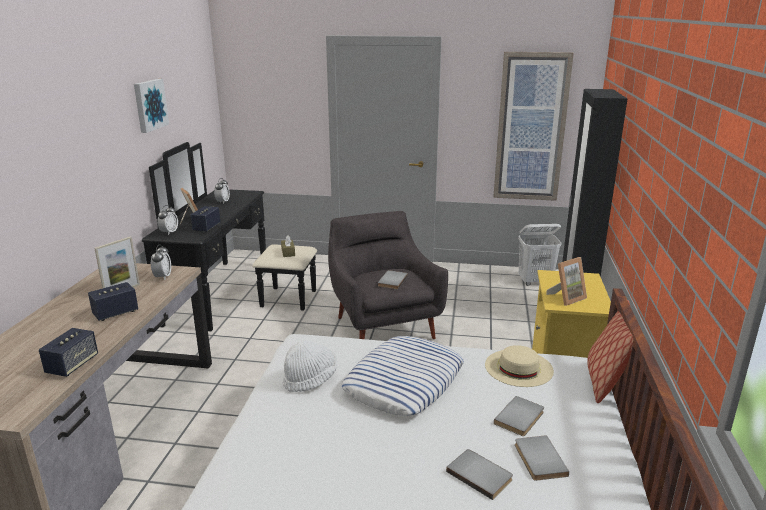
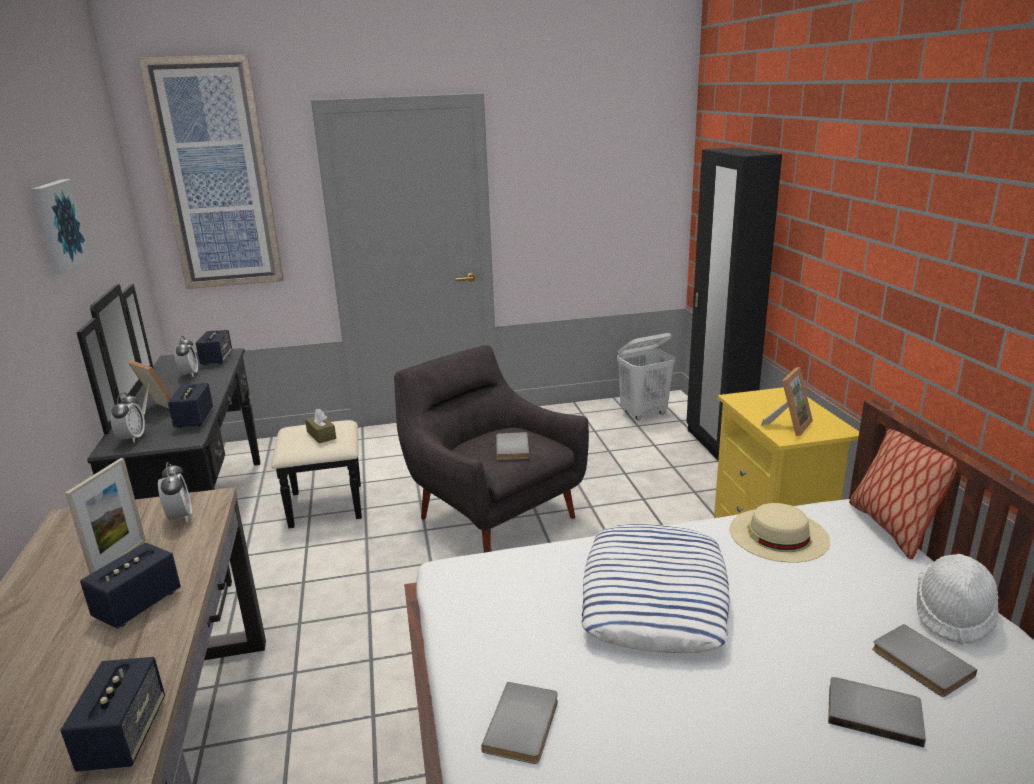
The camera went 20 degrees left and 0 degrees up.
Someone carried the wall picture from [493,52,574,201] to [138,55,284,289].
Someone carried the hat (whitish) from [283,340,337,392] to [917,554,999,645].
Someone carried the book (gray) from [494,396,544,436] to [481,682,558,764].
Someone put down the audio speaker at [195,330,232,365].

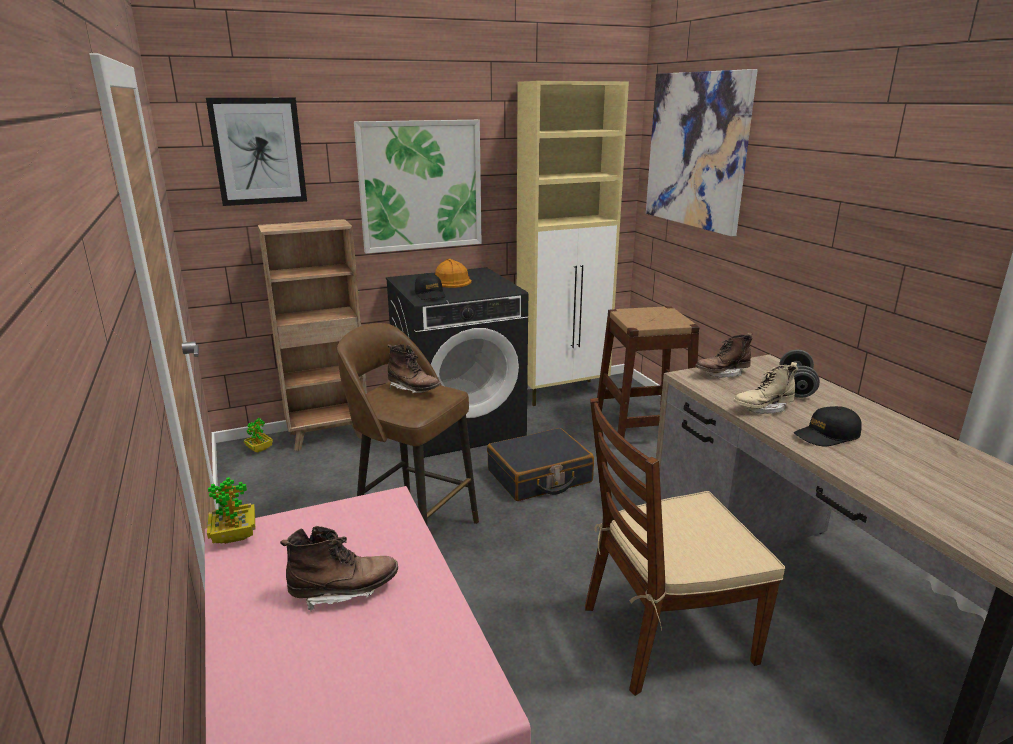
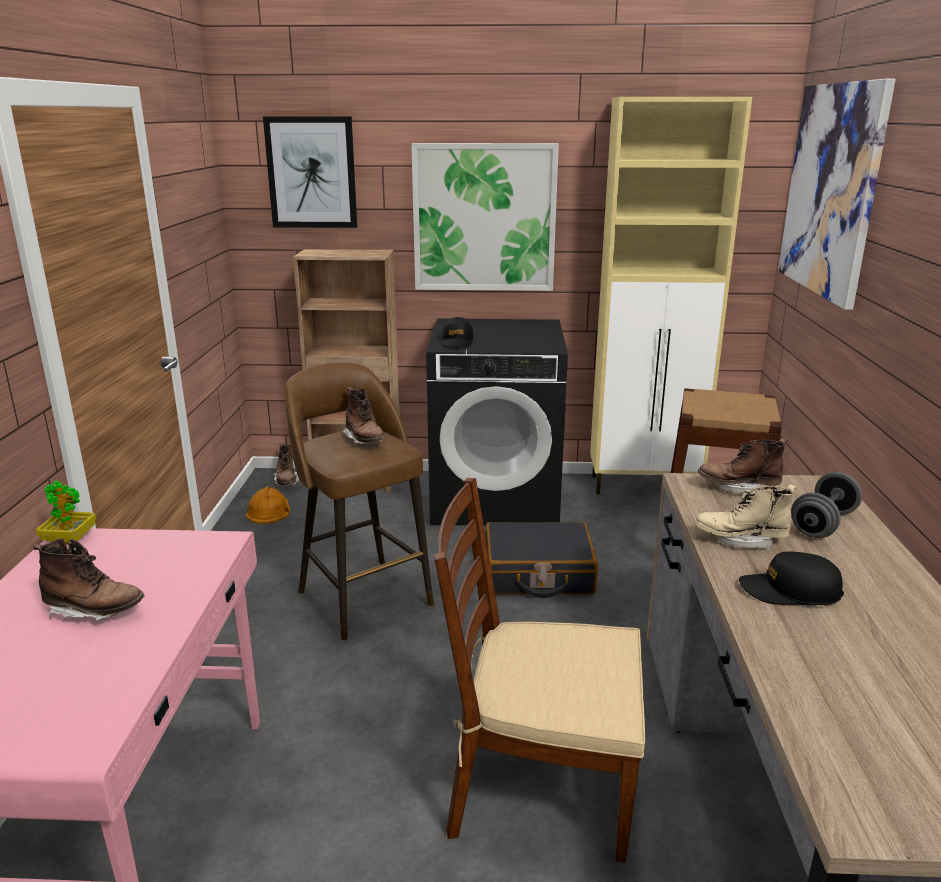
The camera went 25 degrees right and 0 degrees up.
Someone carried the hard hat (orangey) from [435,259,471,288] to [246,487,290,524].
Someone swapped the plant in a pot at [244,418,273,453] for the boot (brownish) at [273,443,299,486].

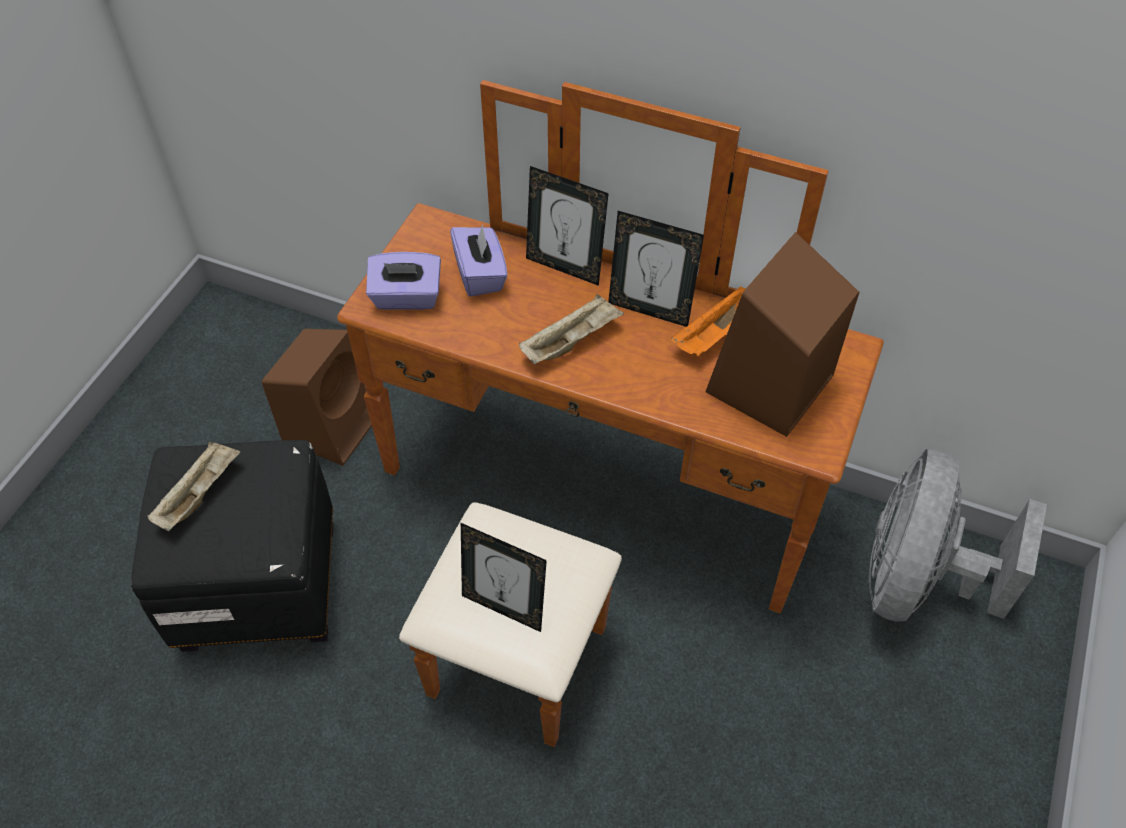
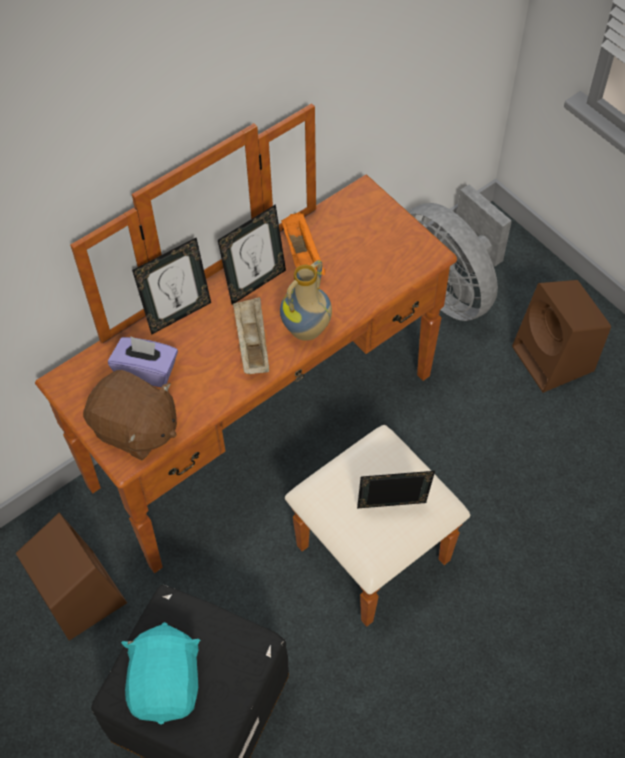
The camera went 60 degrees left and 5 degrees up.
Someone carried the audio speaker (brownish) from [705,232,859,437] to [512,280,611,393].
Someone swapped the tissue box (purplish) at [366,252,441,310] for the plush toy (brownish) at [83,370,177,460].
Someone swapped the carrying tray (beige) at [148,442,240,531] for the plush toy (blue-green) at [121,622,200,724].
Someone rotated the photo frame at [461,523,547,632] by 150 degrees counterclockwise.
Someone put down the flower vase at [280,260,332,341].

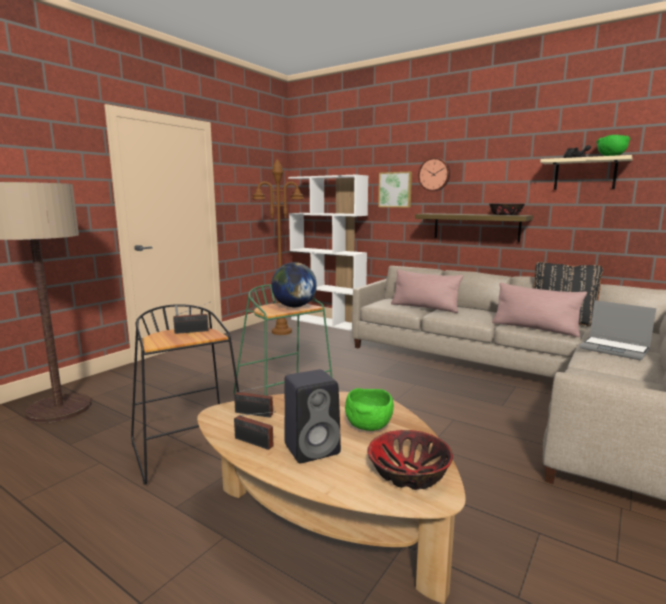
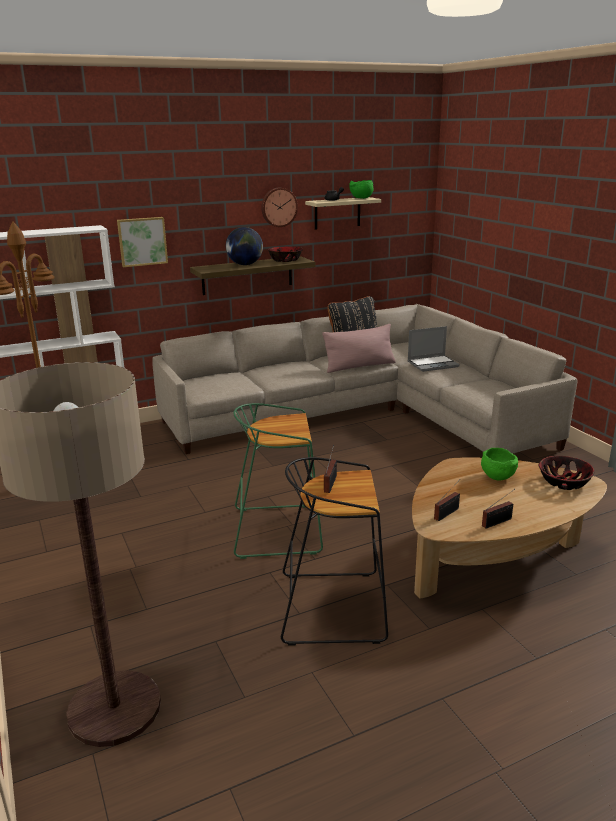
The camera went 60 degrees left and 10 degrees up.
Someone carried the hanging clock from [418,158,450,191] to [261,188,298,227].
Someone carried the globe from [271,262,317,307] to [226,227,263,265].
Someone took away the cushion (pink-coloured) at [391,269,463,313].
Someone took away the audio speaker (blackish) at [284,369,341,463].

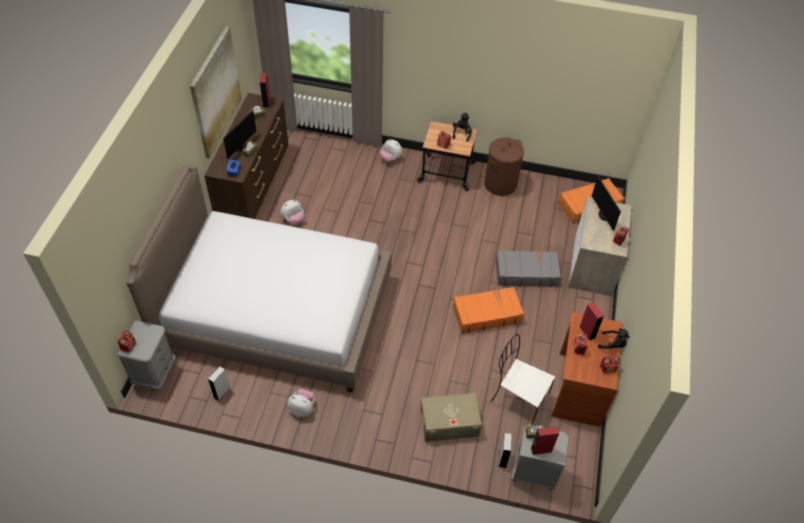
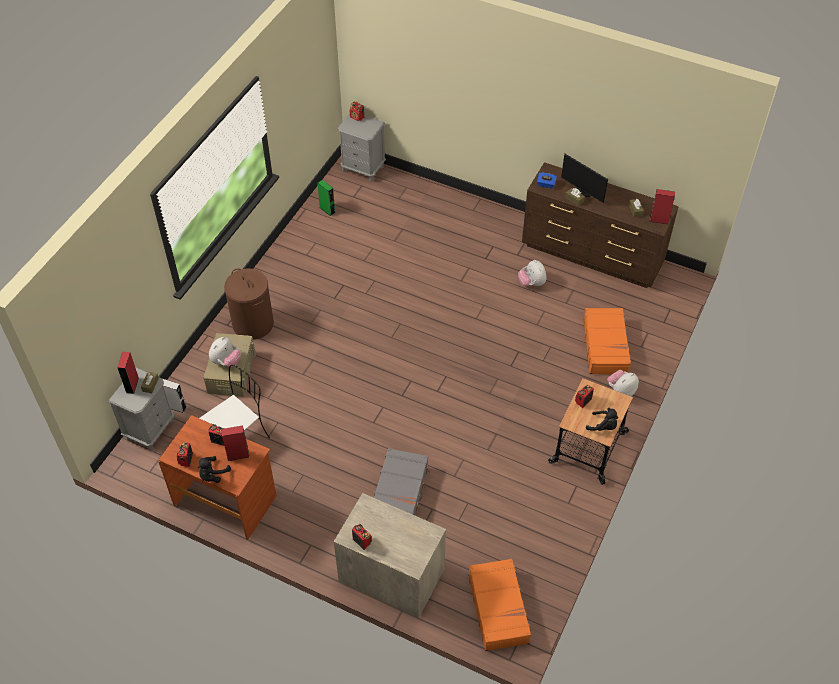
The camera went 105 degrees right and 0 degrees up.
Someone took away the wall picture at [190,26,242,159].
Someone carried the hamper (brownish) from [484,137,524,196] to [224,268,274,339].
Someone took away the sleeping bed at [126,164,392,393].
Someone took away the computer screen at [592,176,621,231].
Someone carried the piece of luggage (orangey) from [453,287,524,334] to [584,308,631,374].
Someone repainted the audio speaker (gray) at [208,366,230,401], which became the audio speaker (greenish) at [317,180,335,216].
Someone carried the plush toy from [287,389,315,417] to [209,337,241,367].

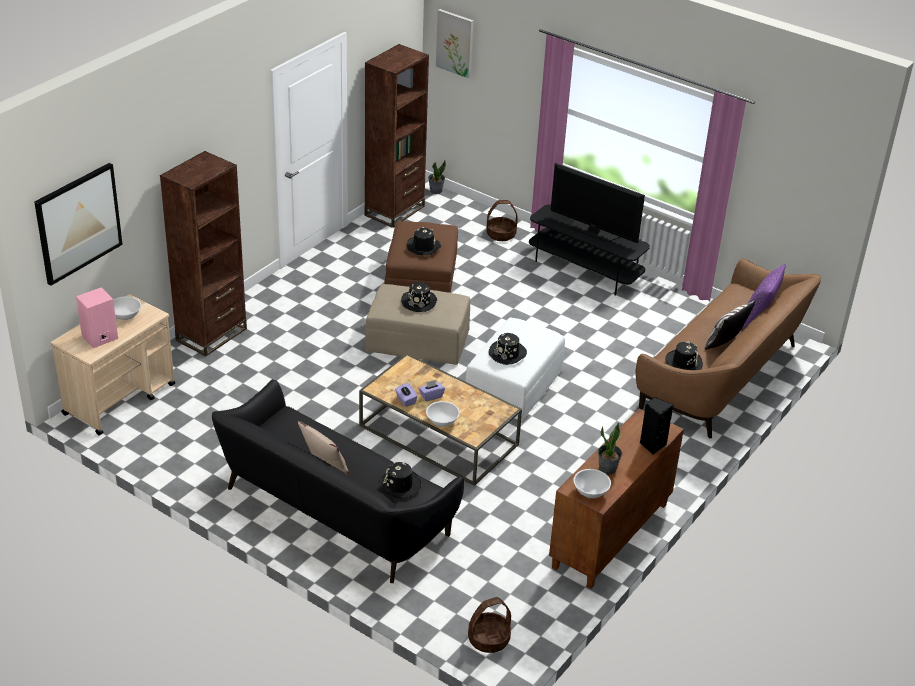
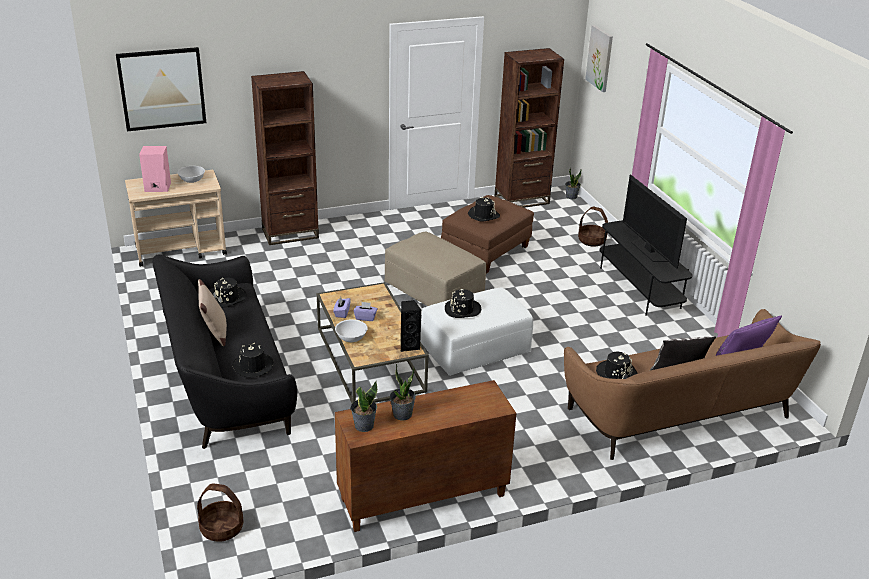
The camera went 35 degrees right and 5 degrees down.
Someone carried the hat (blackish) from [401,282,437,312] to [211,278,247,308].
Someone carried the audio speaker (blackish) from [640,397,673,455] to [401,300,421,352].
Someone swapped the deep dish (whitish) at [573,469,611,498] for the plant in a pot at [350,381,377,432].

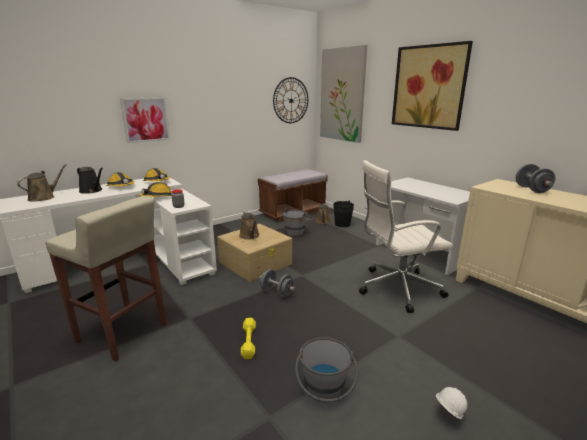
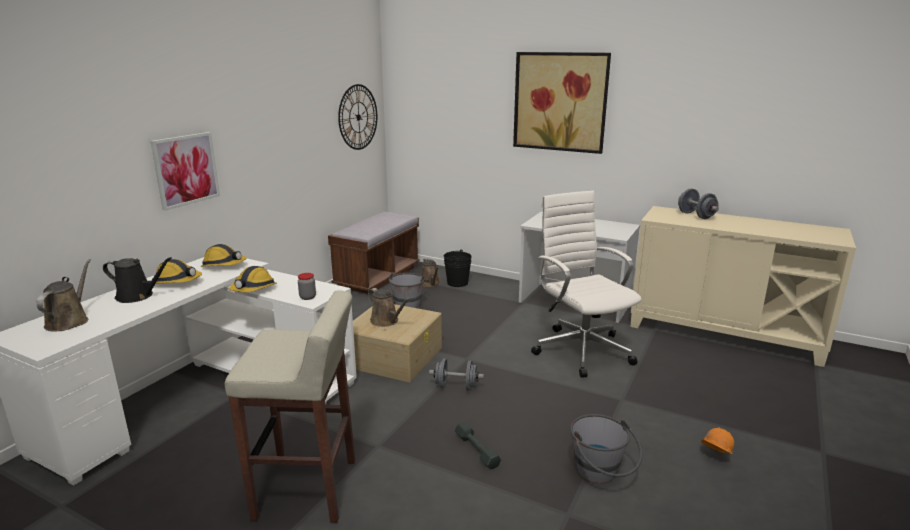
The camera went 25 degrees left and 0 degrees up.
Someone took away the wall picture at [320,45,367,143].
Someone rotated the desk chair (whitish) at [359,160,453,313] by 105 degrees clockwise.
Someone repainted the free weight (yellowish) at [241,318,256,359], which became the free weight (gray) at [455,422,501,470].
Someone repainted the hard hat (whitish) at [436,387,467,419], which became the hard hat (orangey) at [701,428,734,454].

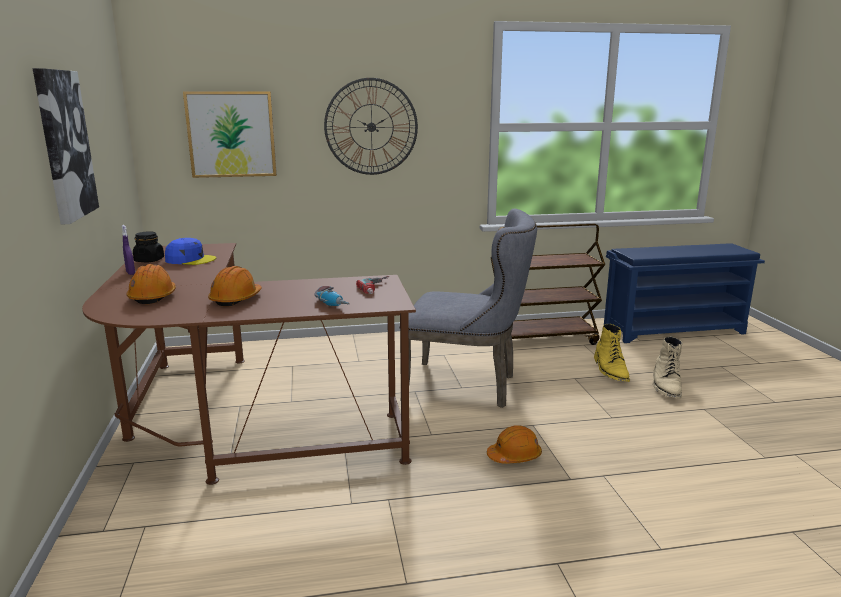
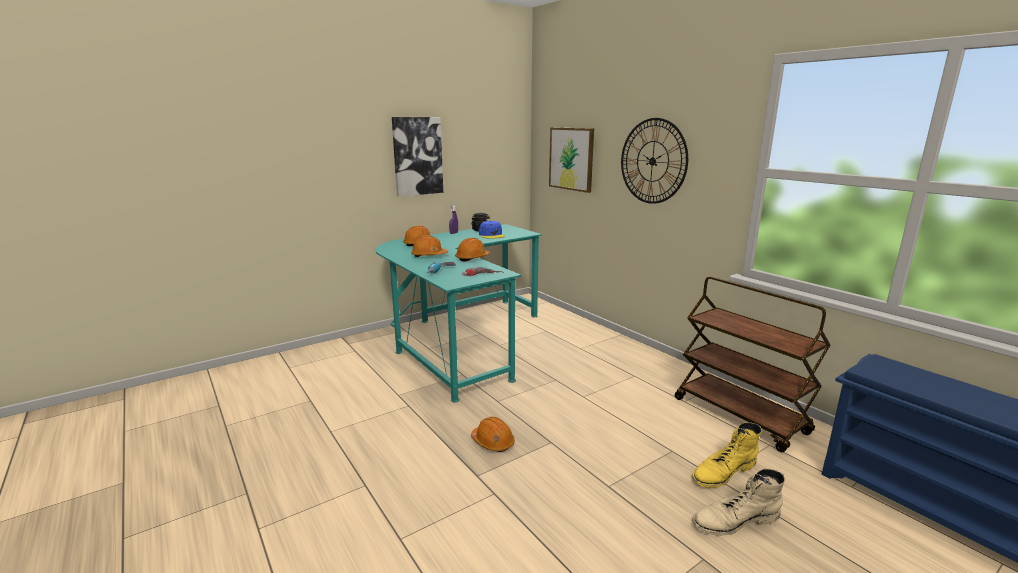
The camera went 65 degrees right and 0 degrees up.
Someone took away the upright chair (gray) at [408,209,537,408].
Someone repainted the desk table (brownish) at [82,243,416,485], which became the desk table (blue-green) at [376,224,542,403].
Someone put down the hard hat (orangey) at [455,238,490,261].

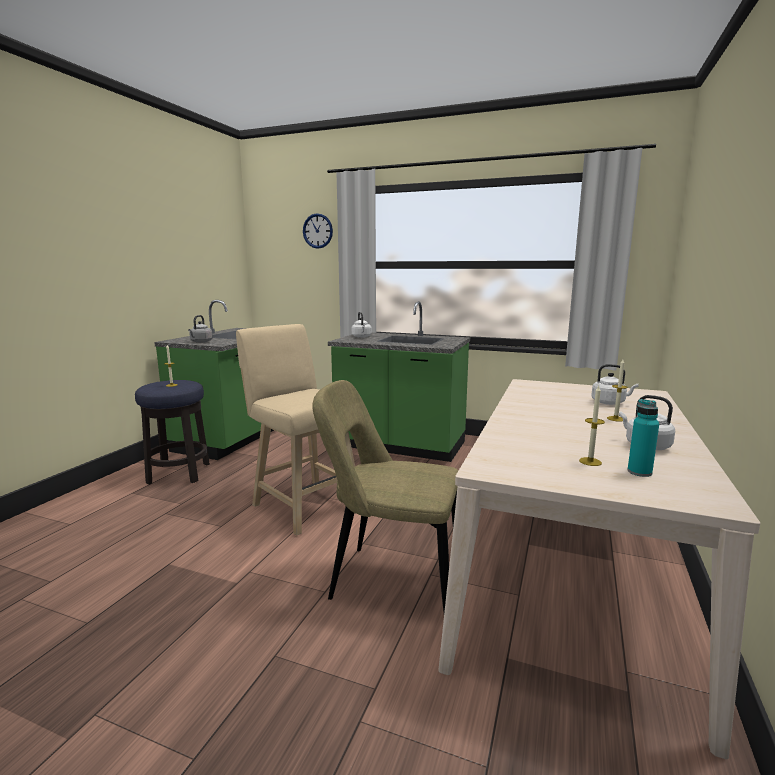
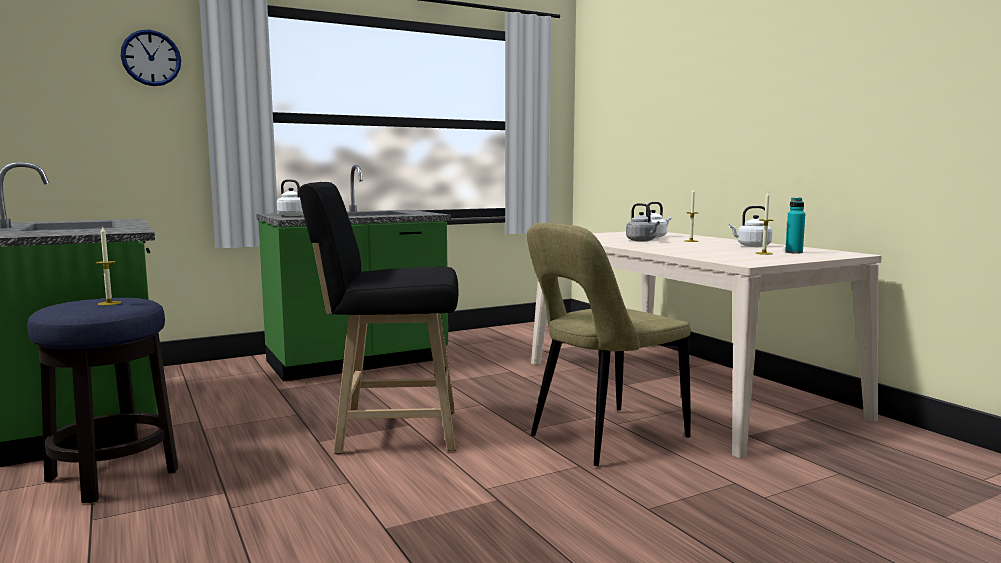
The camera went 50 degrees left and 5 degrees down.
Someone carried the kettle (gray) from [188,315,213,343] to [626,203,660,242].
Someone repainted the sitting stool (beige) at [236,324,355,536], which became the sitting stool (blackish) at [299,182,459,455].

